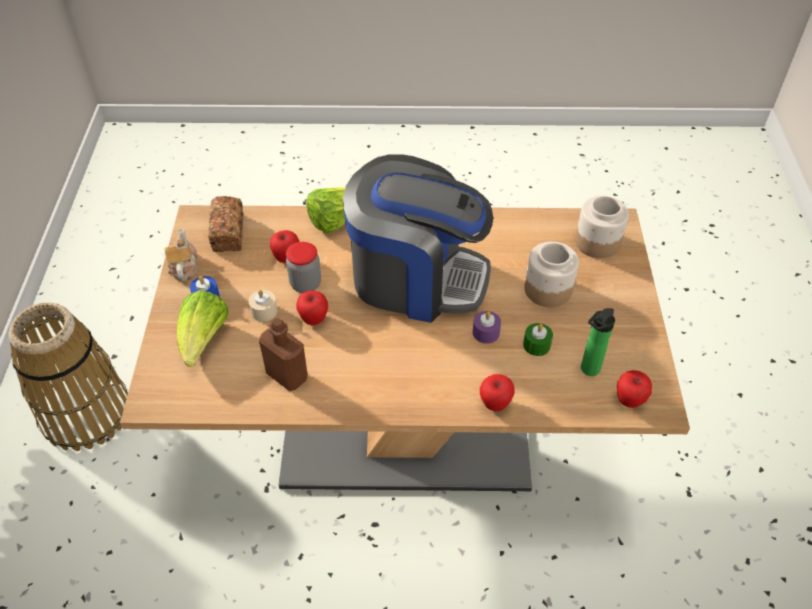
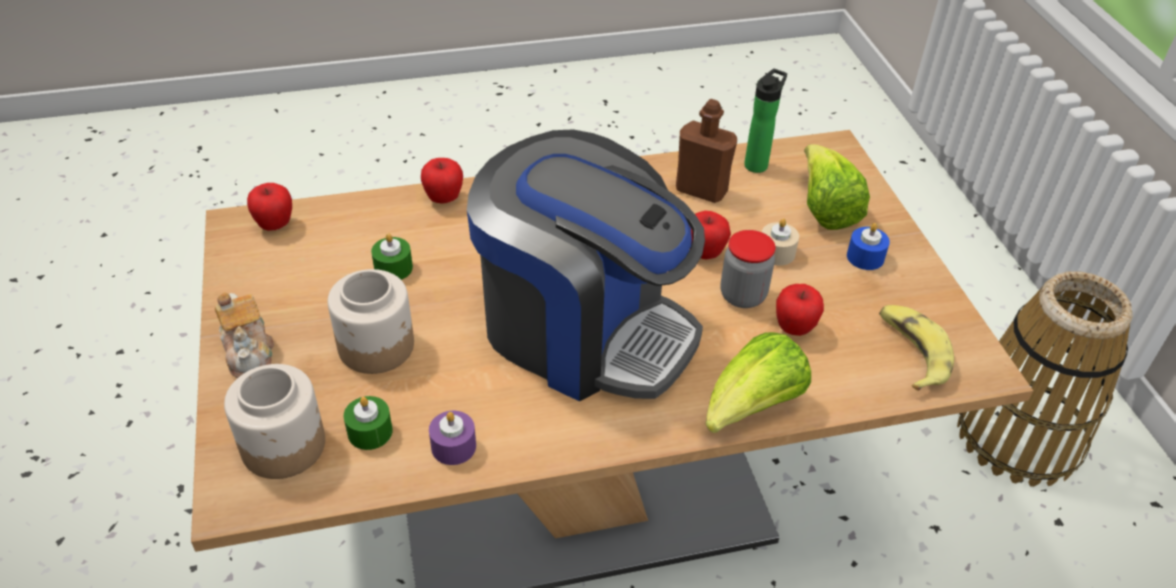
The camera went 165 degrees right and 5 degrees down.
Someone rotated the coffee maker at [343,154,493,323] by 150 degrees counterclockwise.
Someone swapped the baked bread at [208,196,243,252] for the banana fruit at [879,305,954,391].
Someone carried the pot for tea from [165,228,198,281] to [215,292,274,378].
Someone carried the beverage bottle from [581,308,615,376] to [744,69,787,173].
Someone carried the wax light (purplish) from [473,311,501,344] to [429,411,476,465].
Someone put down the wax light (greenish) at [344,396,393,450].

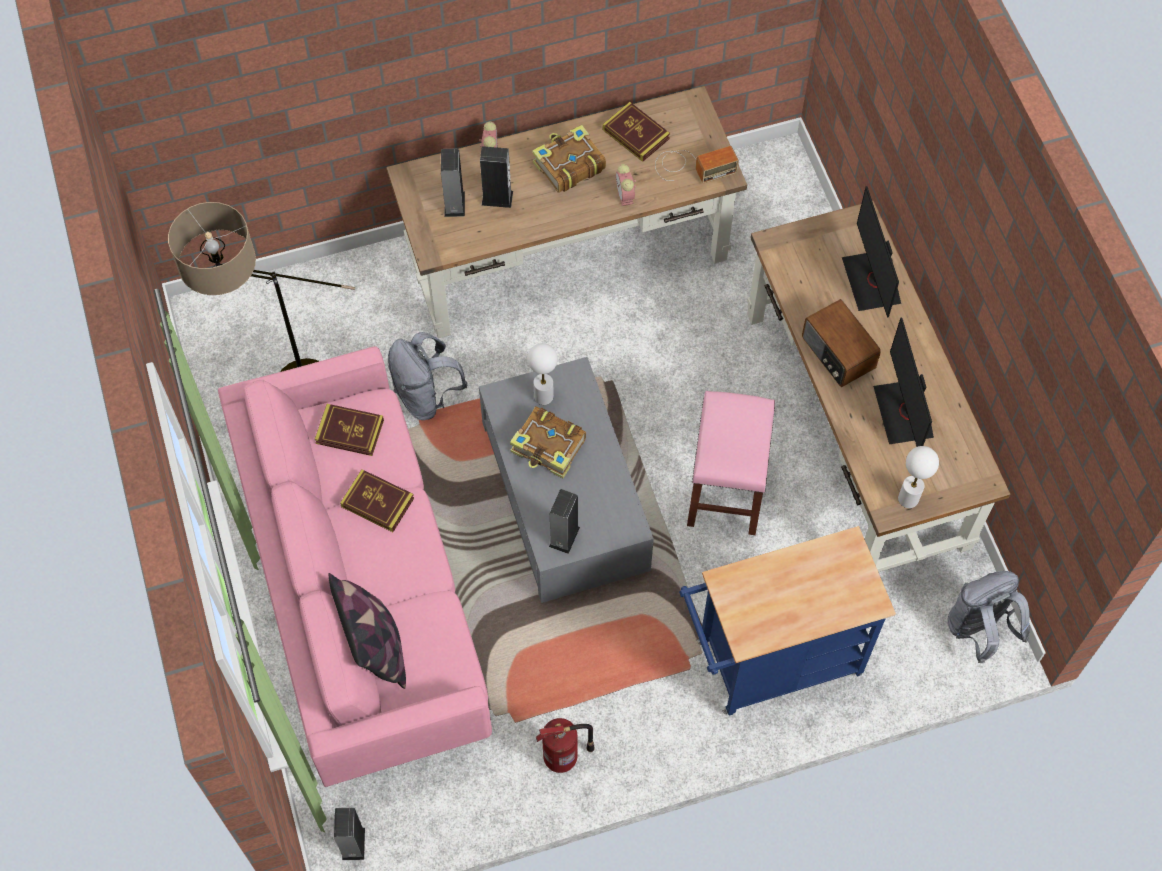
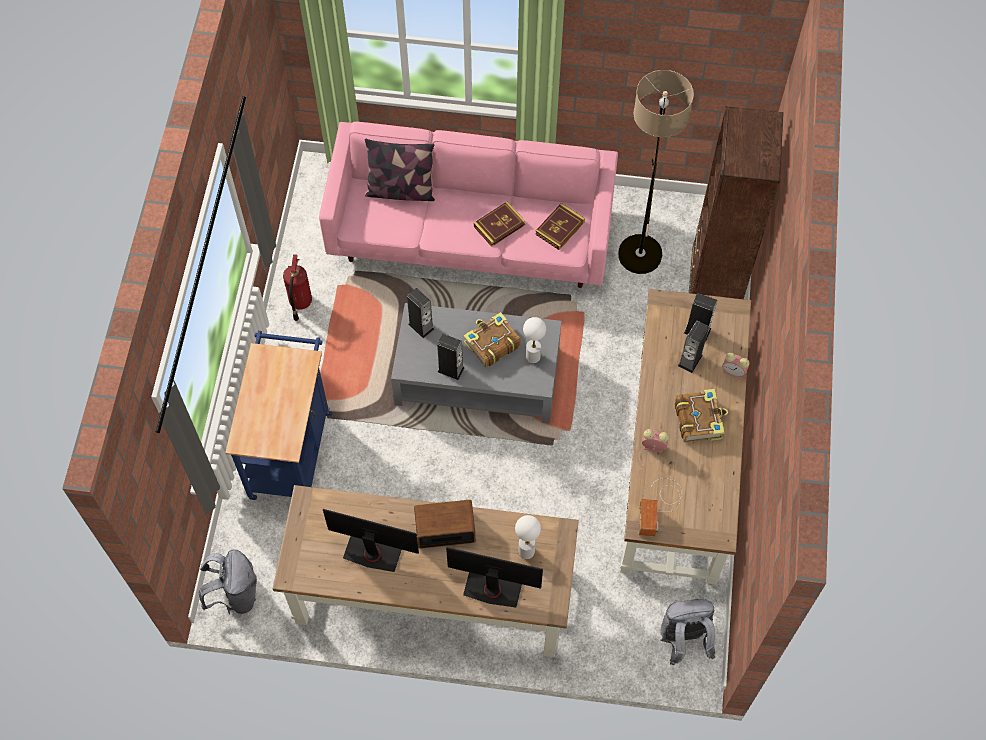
The camera went 115 degrees right and 0 degrees up.
Someone took away the book at [603,102,670,162].
Someone carried the knapsack (gray) from [388,332,467,420] to [660,599,716,665].
Someone took away the sitting stool (pink-coloured) at [687,391,775,535].
Someone carried the tabletop lamp (whitish) from [898,446,939,508] to [515,515,541,559].
Someone carried the audio speaker from [334,808,365,860] to [437,334,465,380].
Someone put down the bookcase (brownish) at [689,106,783,299].

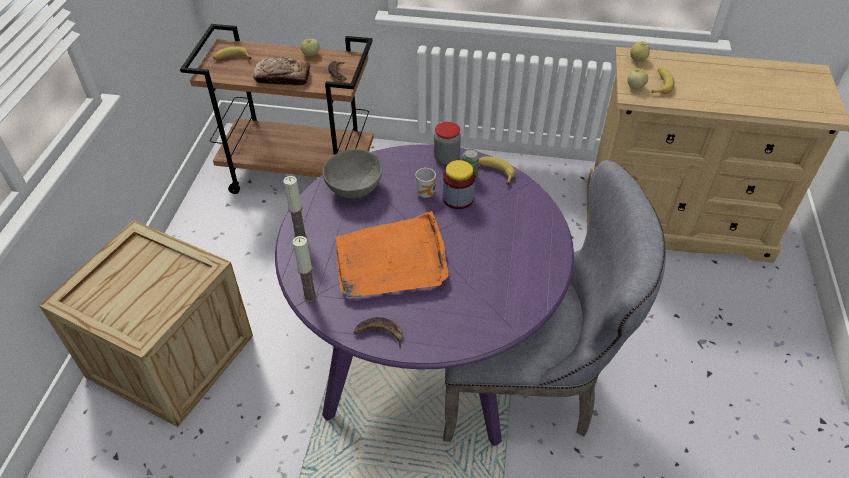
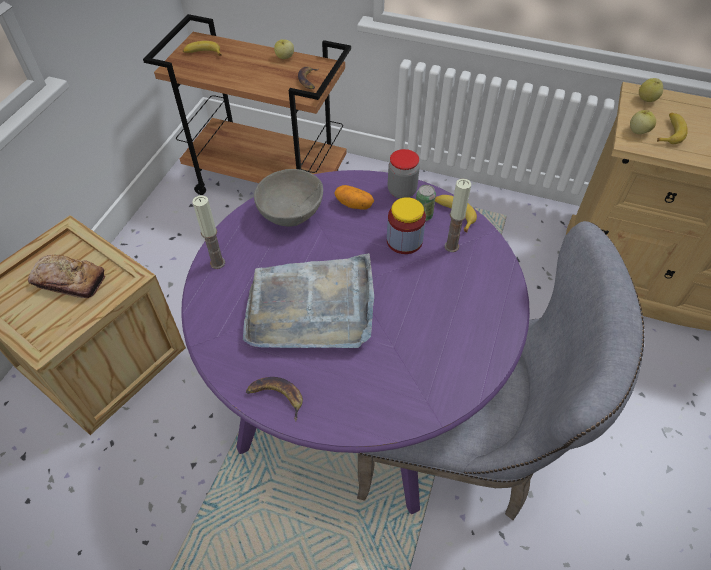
The camera went 10 degrees right and 5 degrees up.
Someone carried the baked bread from [253,57,310,86] to [28,254,106,298].
Someone took away the coffee mug at [415,168,436,198].
Someone repainted the carrying tray (orangey) at [336,211,449,297], which became the carrying tray (gray) at [243,253,374,348].
Someone carried the wax light from [292,236,317,303] to [444,179,471,252].
Someone put down the whole potato at [334,185,374,210].

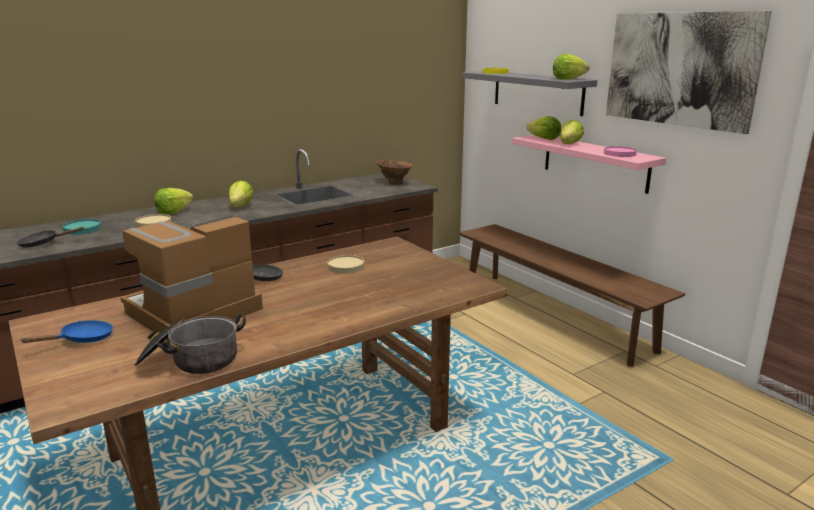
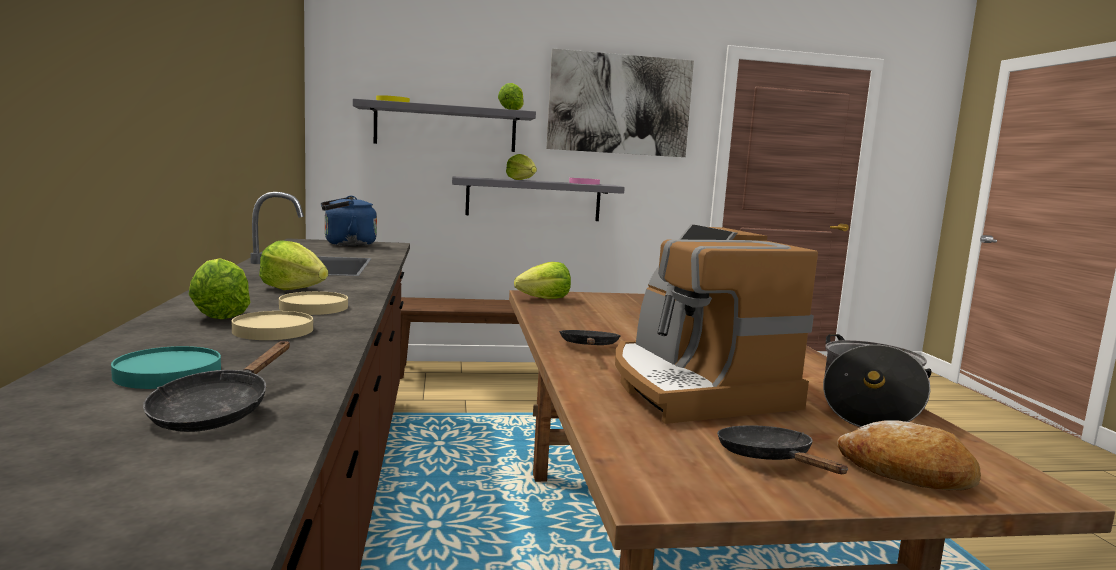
The camera went 65 degrees left and 10 degrees down.
Someone carried the head of lettuce from [527,116,561,140] to [514,262,571,299].
Someone repainted the shelf (pink-coloured) at [512,135,667,194], which became the shelf (gray) at [452,176,625,221].
Someone swapped the flower vase (brownish) at [376,160,412,185] for the kettle (blue-coloured) at [321,196,377,246].
Someone carried the flat dish (beige) from [327,255,364,274] to [279,291,348,315].
Someone repainted the skillet (blue-coloured) at [20,320,113,343], which became the skillet (blackish) at [717,425,848,474].
Someone put down the baked bread at [837,420,981,490].

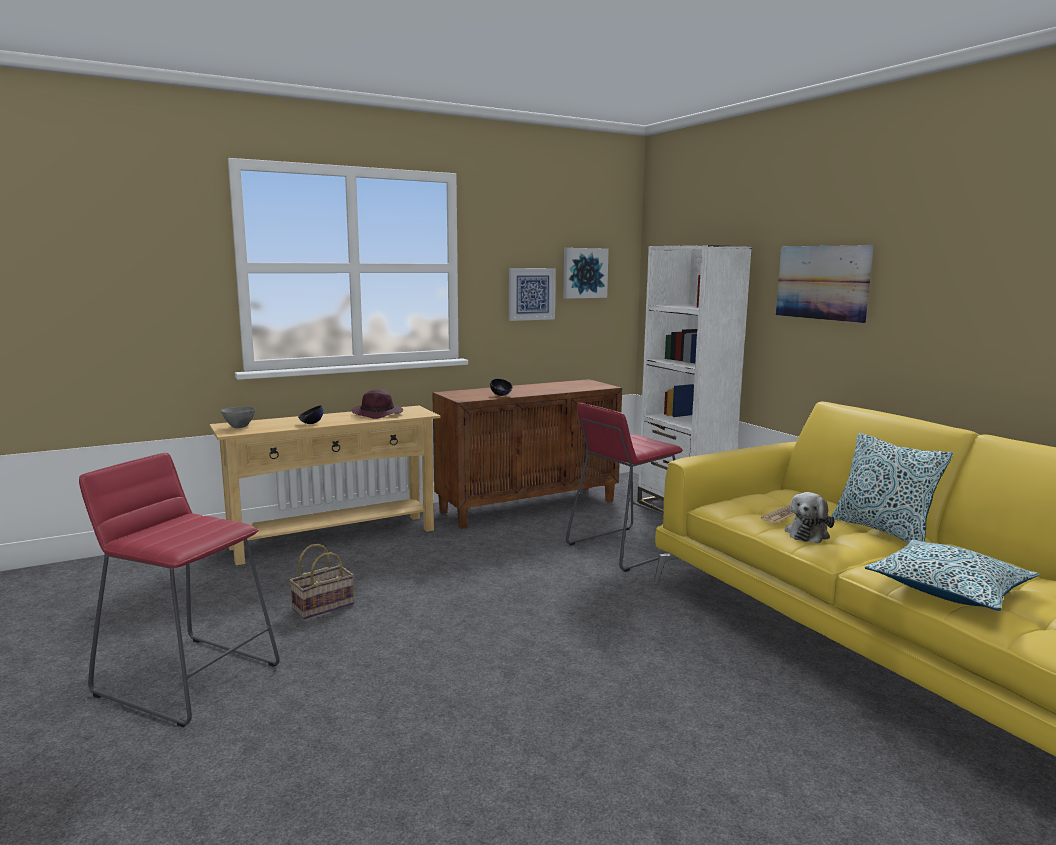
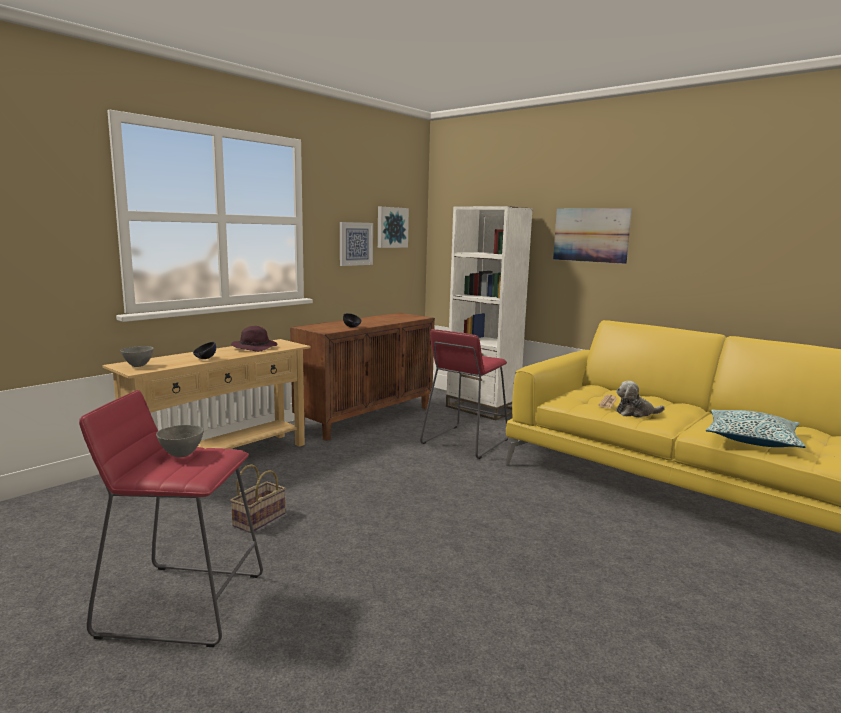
The camera went 20 degrees left and 0 degrees up.
Someone took away the cushion at [832,433,954,544].
Someone rotated the plush toy at [785,492,835,544] by 75 degrees clockwise.
Someone put down the deep dish (gray) at [156,425,204,457].

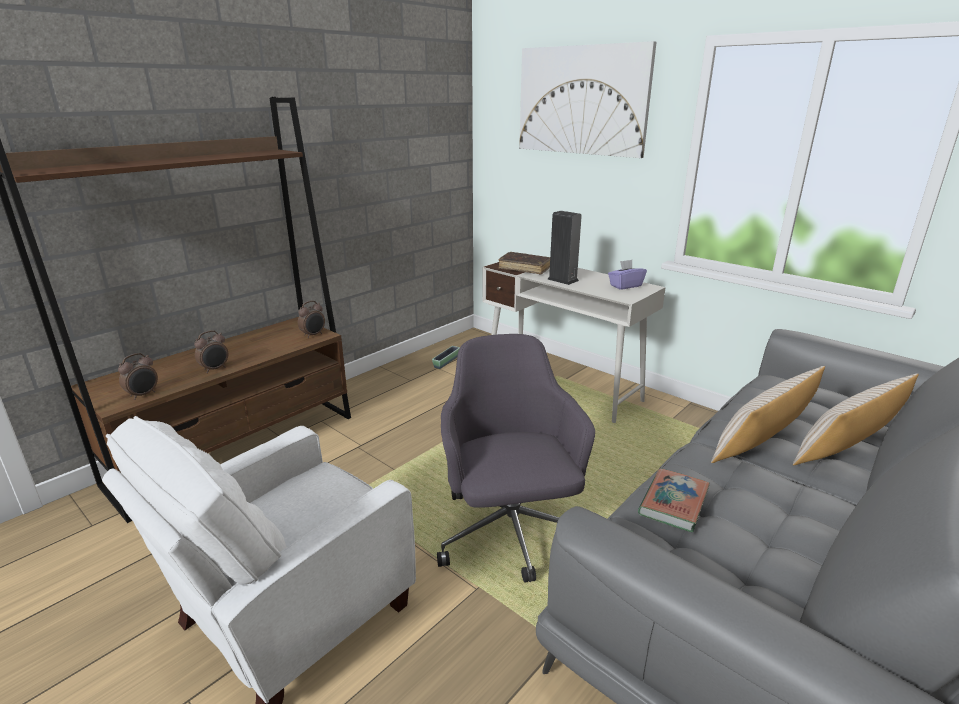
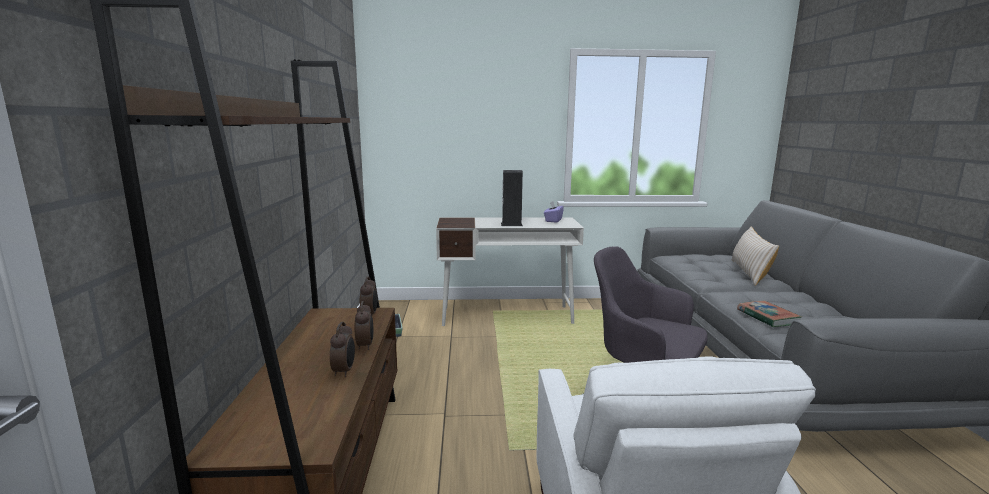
The camera went 45 degrees left and 10 degrees down.
Someone took away the wall picture at [519,41,657,158].
Someone took away the book (brownish) at [498,252,550,275].
Someone carried the bedside clock from [118,353,158,400] to [355,301,373,350].
Someone took away the cushion (beige) at [711,366,825,463].

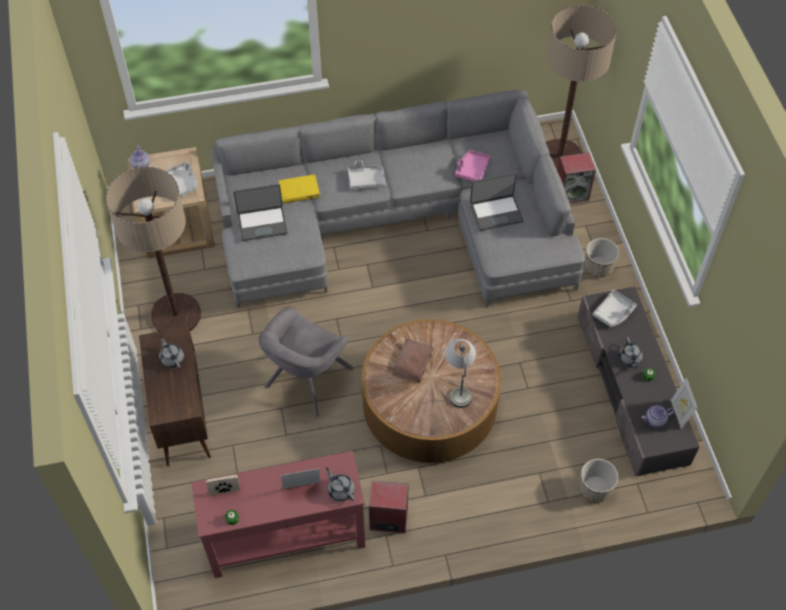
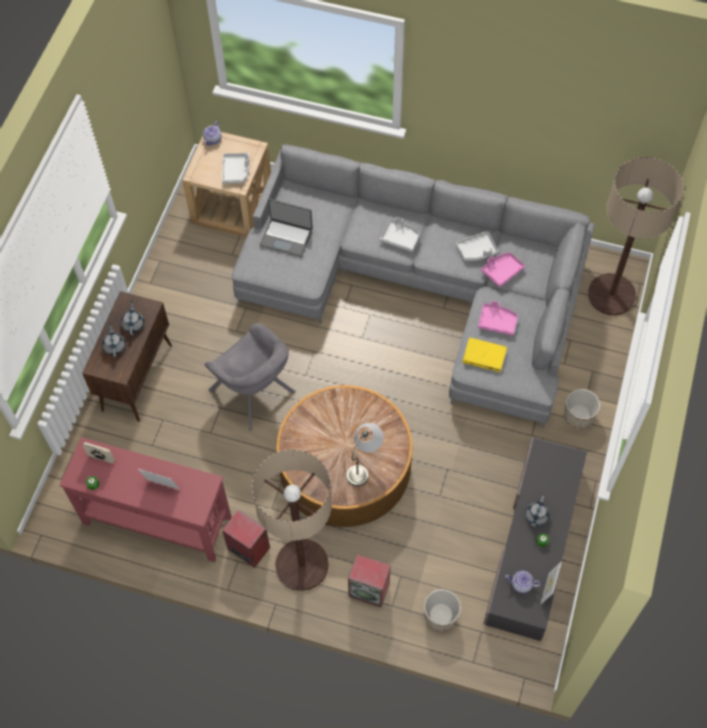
The camera went 30 degrees right and 5 degrees up.
Someone carried the audio speaker from [557,152,596,204] to [348,554,391,607].
Someone carried the standing lamp from [106,167,201,332] to [252,449,332,591].
Someone swapped the notebook computer at [470,173,524,231] for the carrying tray (pink-coloured) at [478,301,518,335].
Someone carried the book (yellowish) from [278,174,320,204] to [462,337,507,372].
Someone carried the carrying tray (gray) from [593,290,637,327] to [456,231,499,261].
Someone rotated the armchair (gray) at [258,307,354,417] by 105 degrees counterclockwise.
Someone took away the book (brownish) at [392,339,434,383].
Someone carried the pot for tea (gray) from [326,467,355,501] to [102,323,126,357].

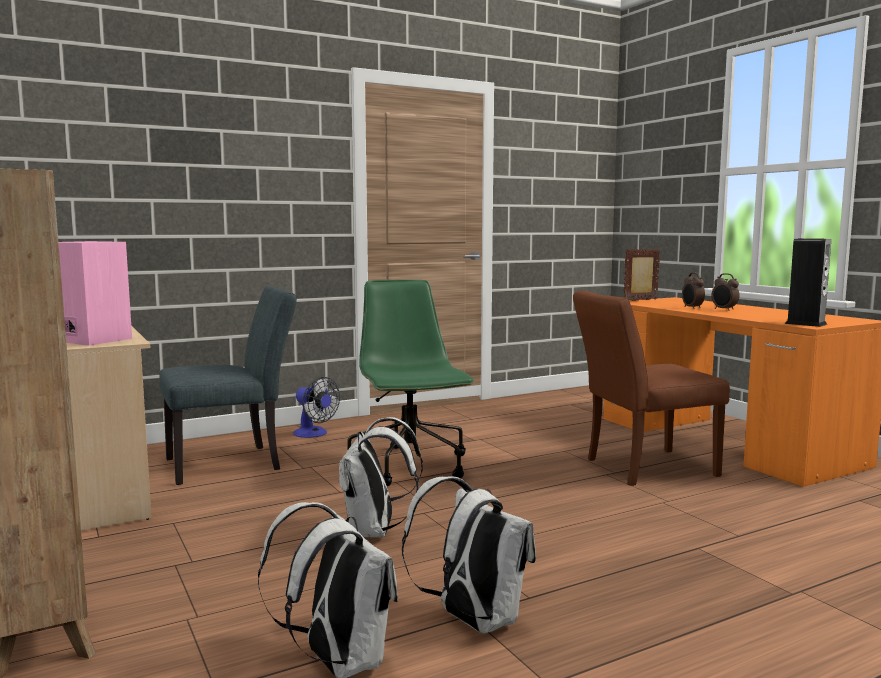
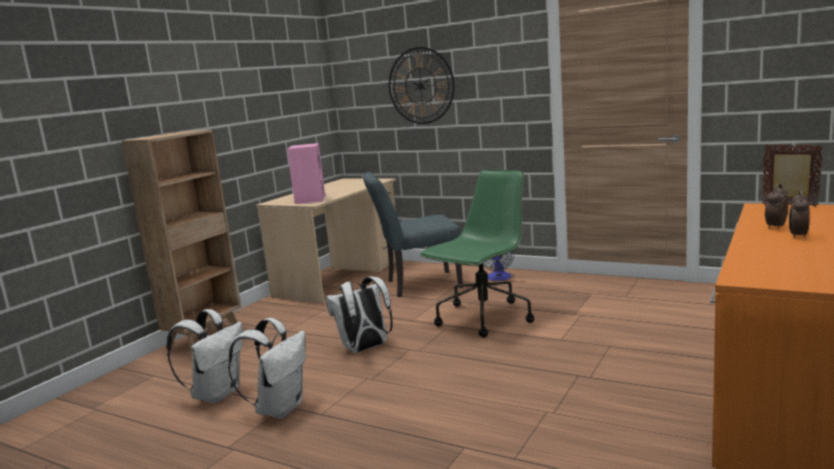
The camera went 60 degrees right and 5 degrees up.
Someone took away the audio speaker at [785,238,831,327].
Someone rotated the upright chair (gray) at [159,286,297,485] by 135 degrees clockwise.
Someone took away the upright chair (brownish) at [573,290,730,486].
Someone put up the hanging clock at [389,47,455,124].

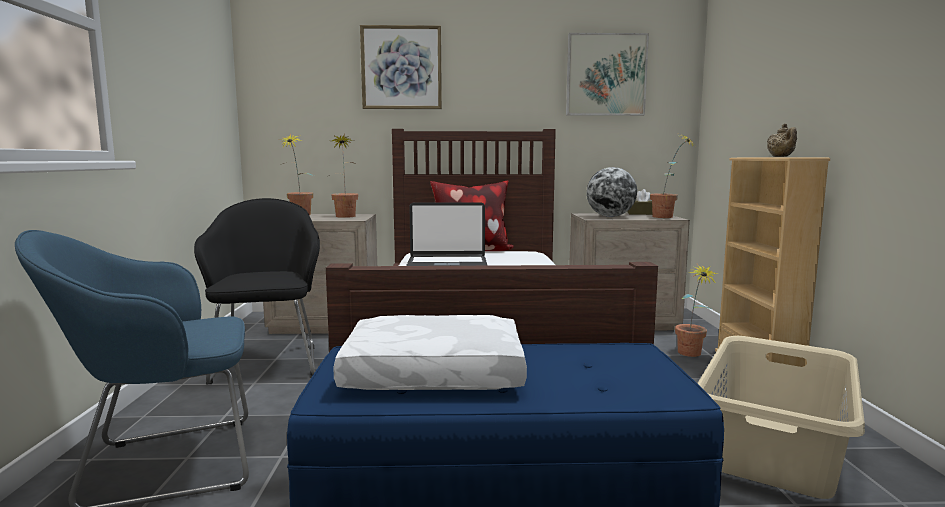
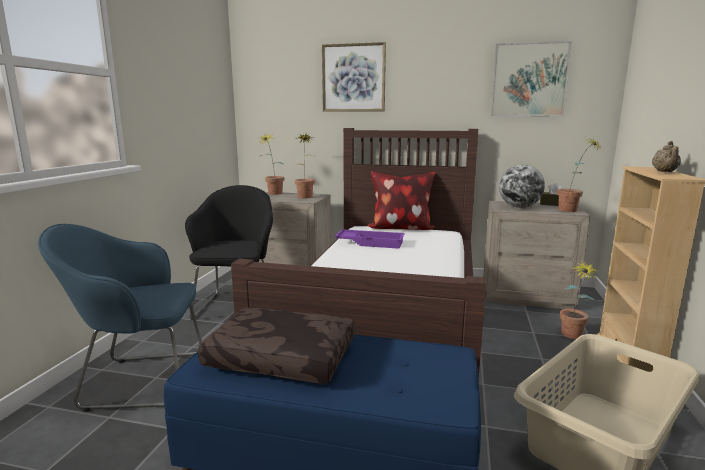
The camera went 15 degrees right and 5 degrees up.
Someone swapped the notebook computer at [406,202,488,266] for the carrying tray (purplish) at [334,229,405,249].
Someone repainted the cushion (whitish) at [333,315,527,390], which became the cushion (brownish) at [198,307,355,384].

